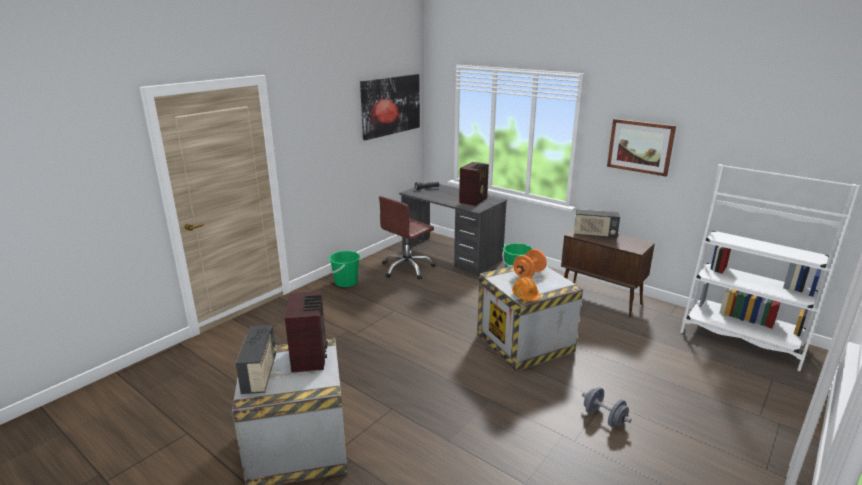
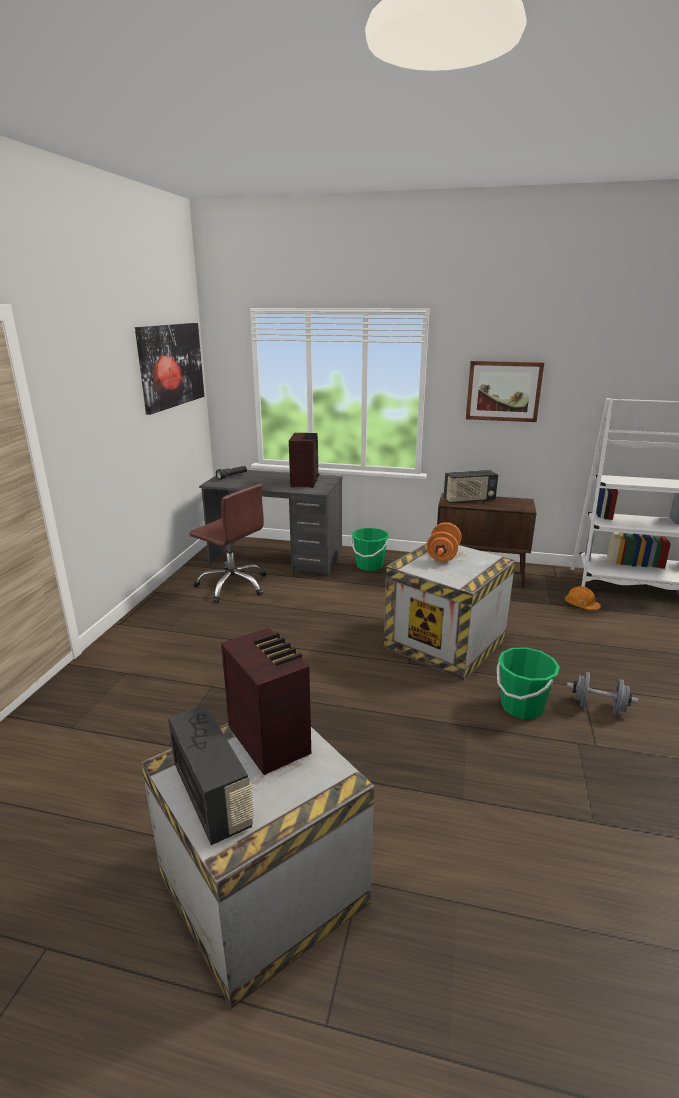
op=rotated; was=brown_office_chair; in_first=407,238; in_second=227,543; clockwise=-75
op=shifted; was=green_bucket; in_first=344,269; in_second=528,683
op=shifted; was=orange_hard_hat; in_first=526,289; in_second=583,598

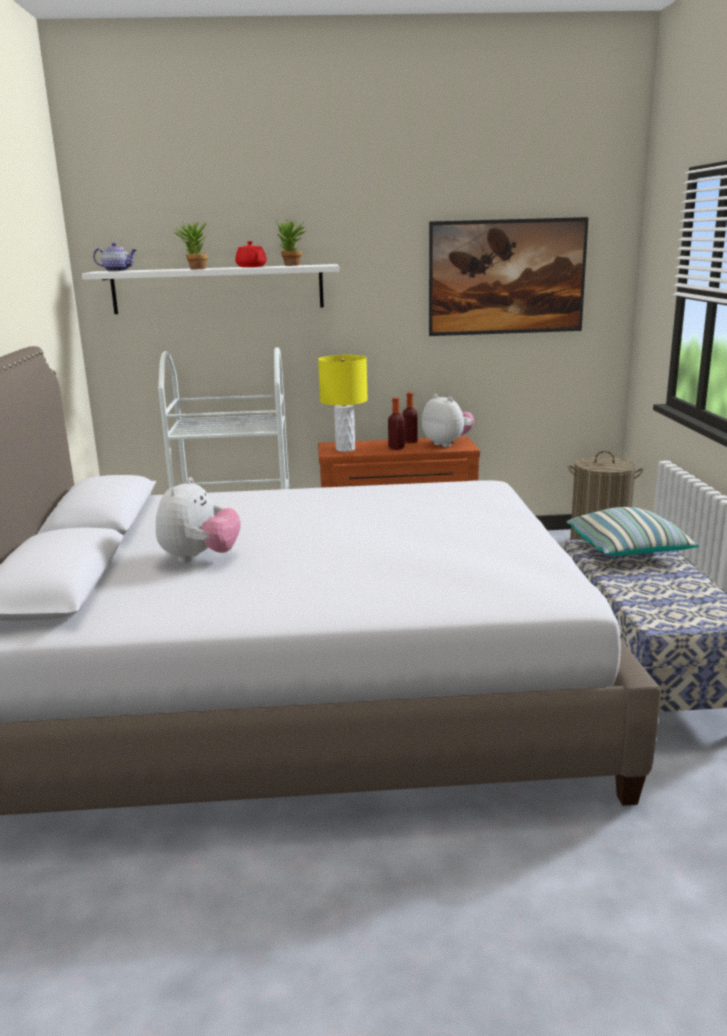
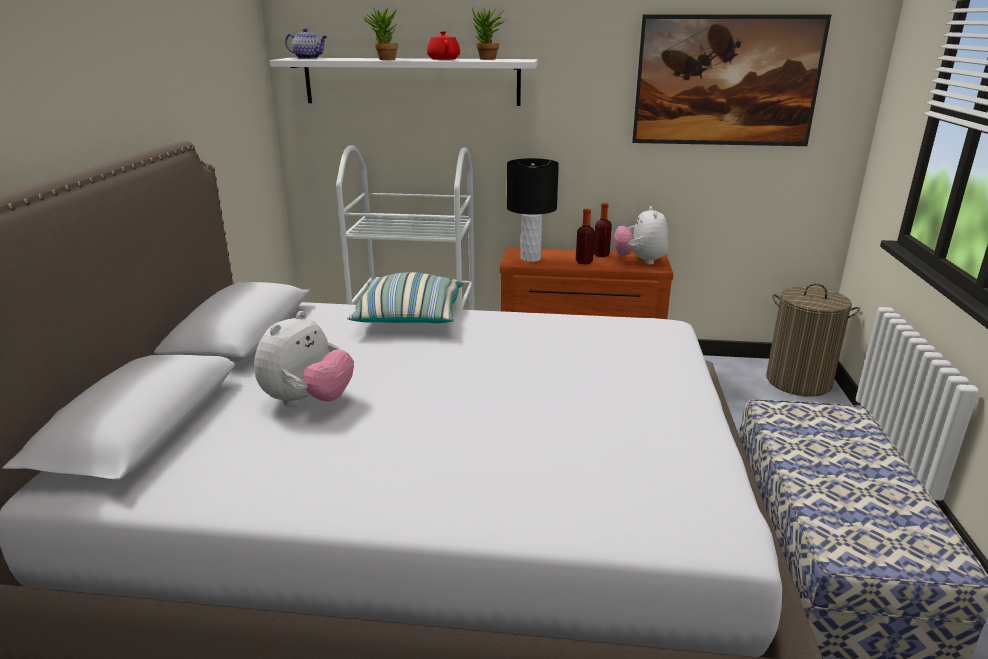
op=repainted; was=yellow_table_lamp; now=black_table_lamp; in_first=343,403; in_second=533,210
op=rotated; was=plush_toy; in_first=448,420; in_second=641,235; clockwise=-150
op=shifted; was=pillow; in_first=633,531; in_second=405,297

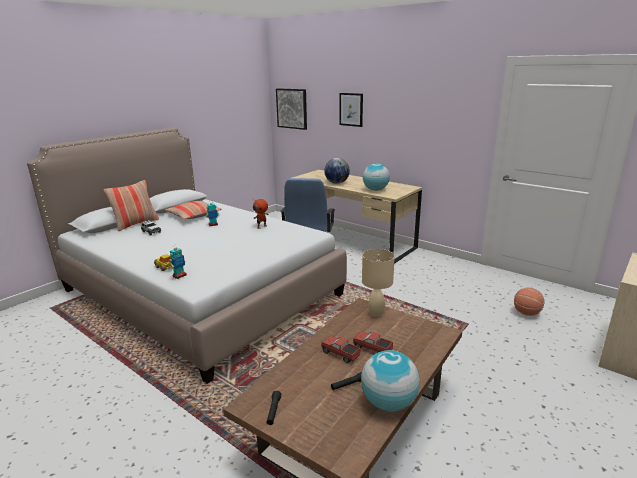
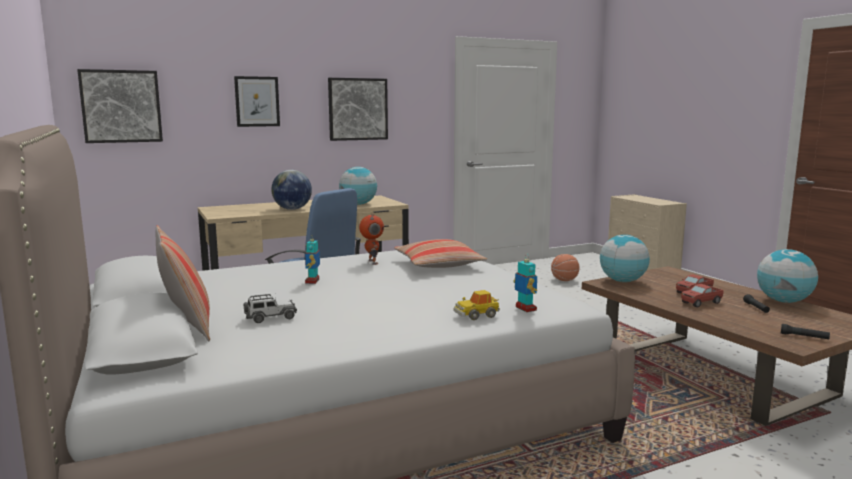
op=shifted; was=pillow; in_first=193,210; in_second=441,253
op=swapped; was=beige_table_lamp; now=globe; in_first=378,283; in_second=625,258
op=new; now=picture; in_second=358,109

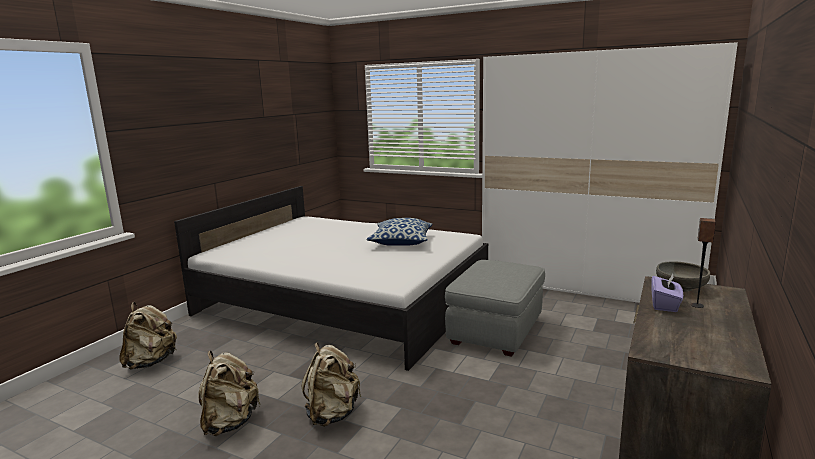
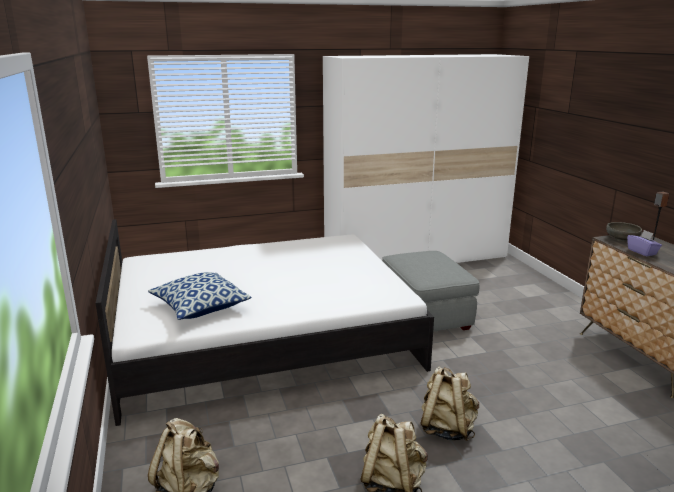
op=shifted; was=pillow; in_first=399,232; in_second=199,296

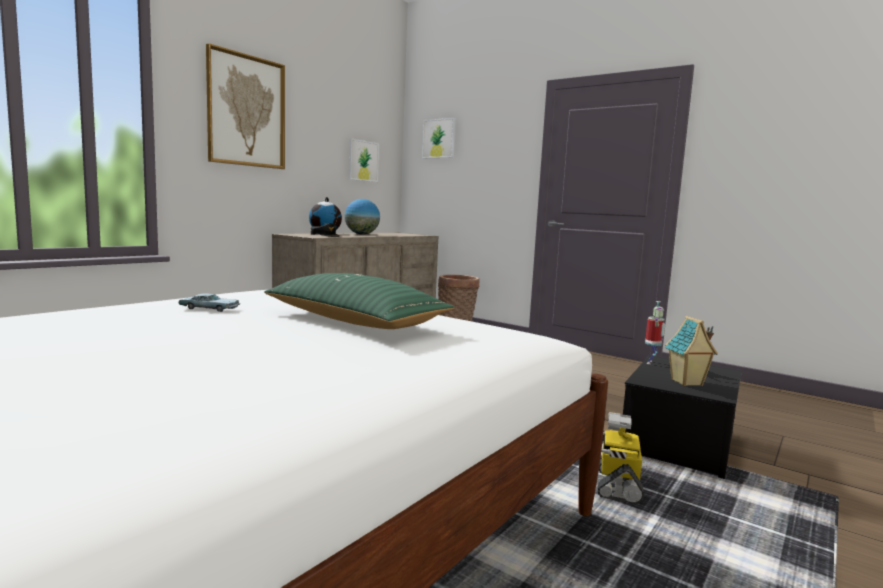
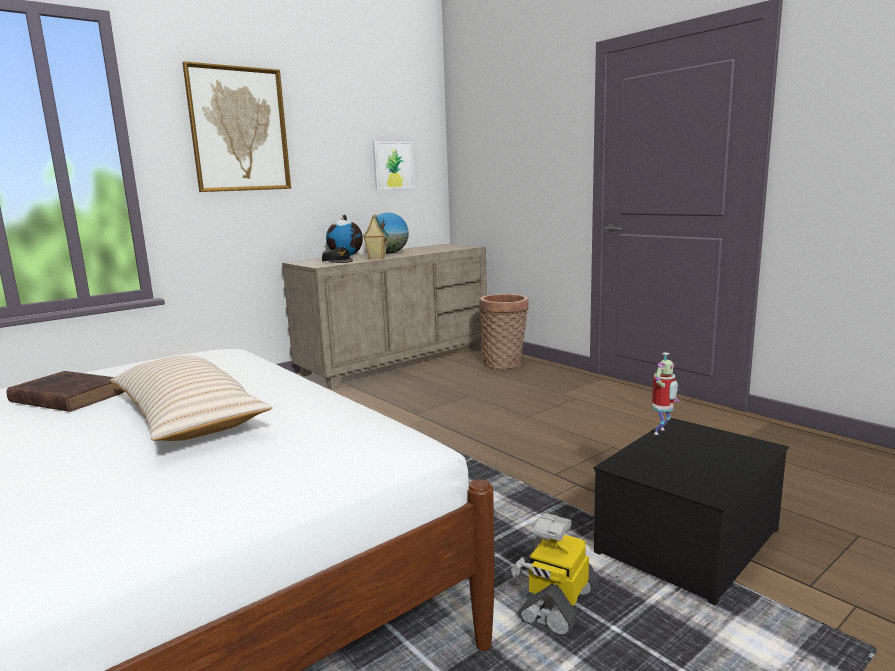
op=gone; was=picture; in_first=438,138
op=repainted; was=green_pillow; now=beige_pillow; in_first=359,301; in_second=191,398
op=swapped; was=blue_toy_car; now=brown_book; in_first=209,302; in_second=65,391
op=shifted; was=toy_house; in_first=691,351; in_second=376,237

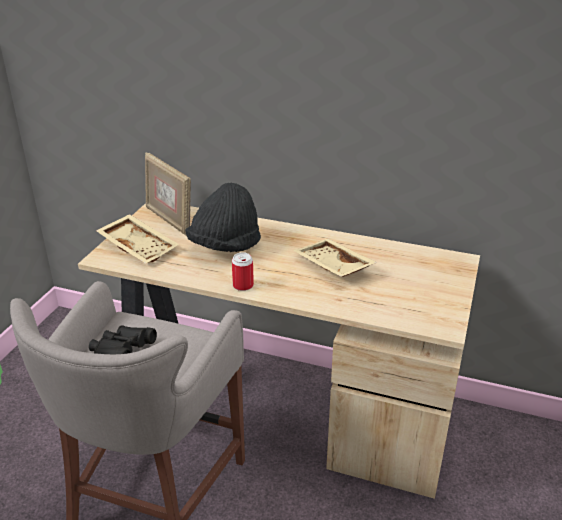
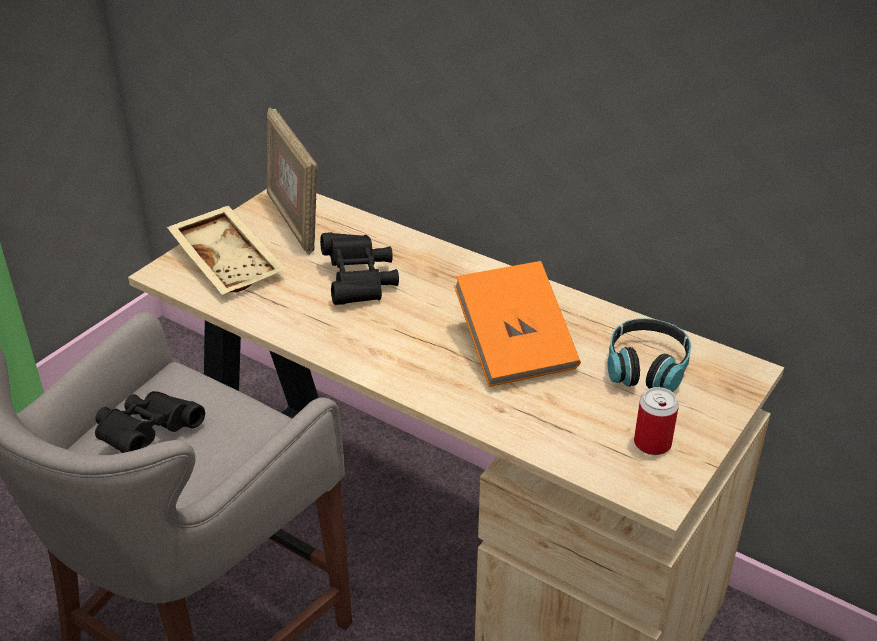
op=swapped; was=black_hat; now=black_binoculars; in_first=223,217; in_second=359,268
op=swapped; was=beige_tray; now=orange_book; in_first=335,258; in_second=517,324
op=shifted; was=can; in_first=243,271; in_second=656,421
op=new; now=headphones; in_second=649,355

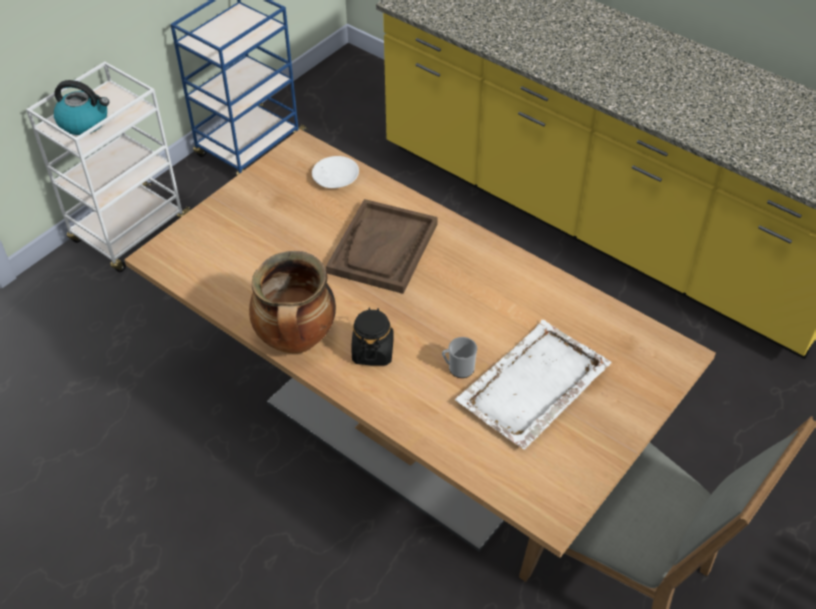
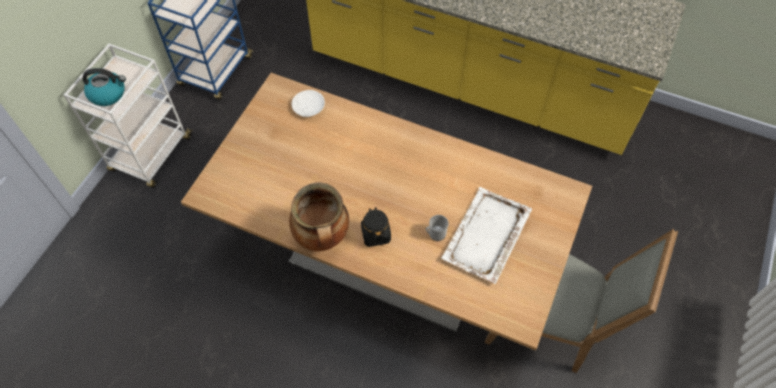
op=gone; was=brown_tray; in_first=382,246

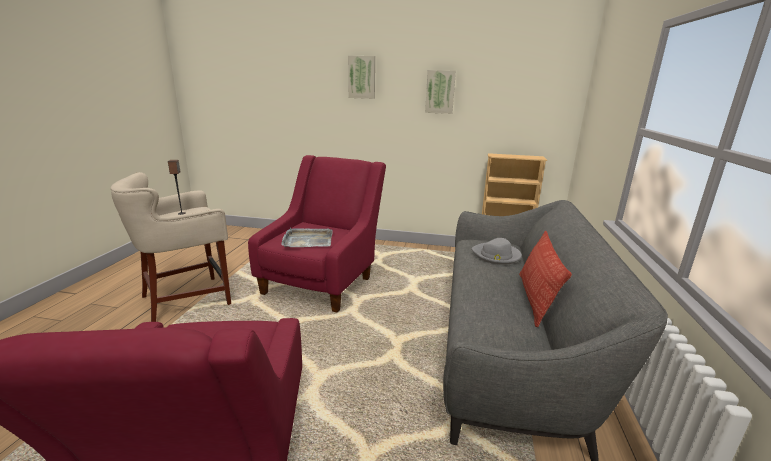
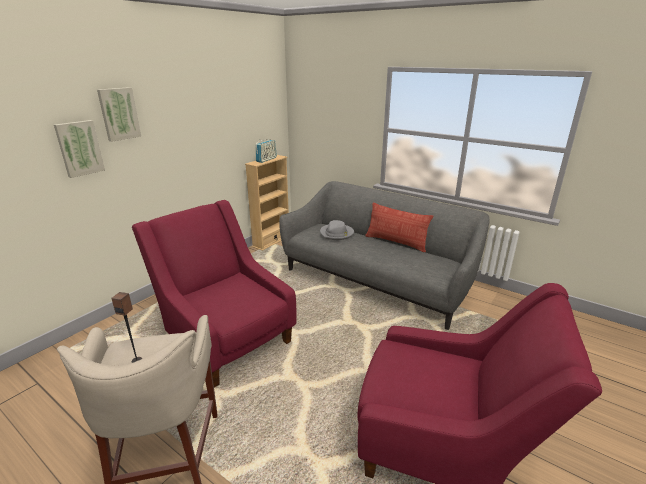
op=shifted; was=picture; in_first=440,92; in_second=79,149
op=gone; was=grey_tray; in_first=307,237
op=new; now=radio; in_second=266,151

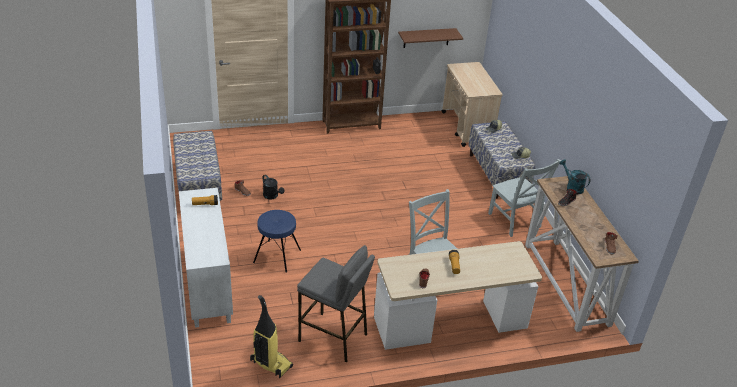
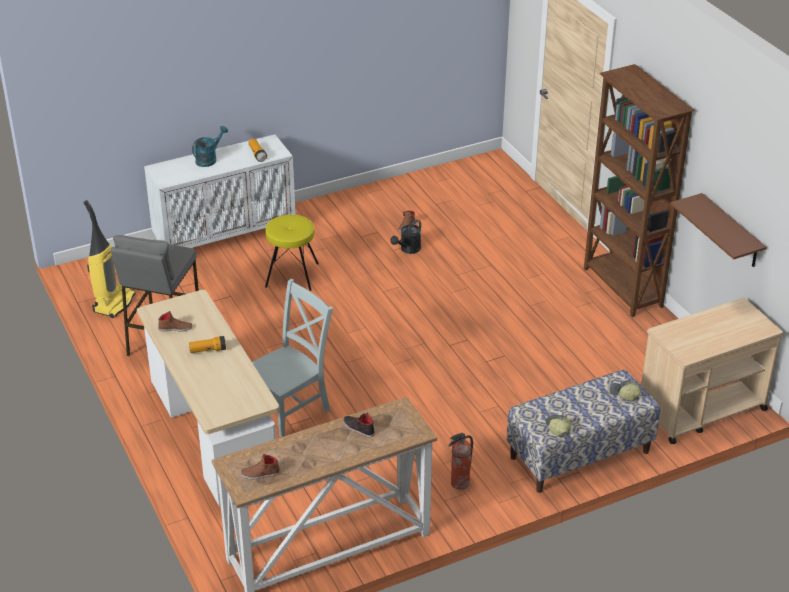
op=gone; was=bench; in_first=197,166
op=swapped; was=grey_chair; now=fire_extinguisher; in_first=524,198; in_second=460,461
op=shifted; was=turquoise_watering_can; in_first=574,176; in_second=210,146
op=repainted; was=blue_stool; now=yellow_stool; in_first=277,241; in_second=292,253

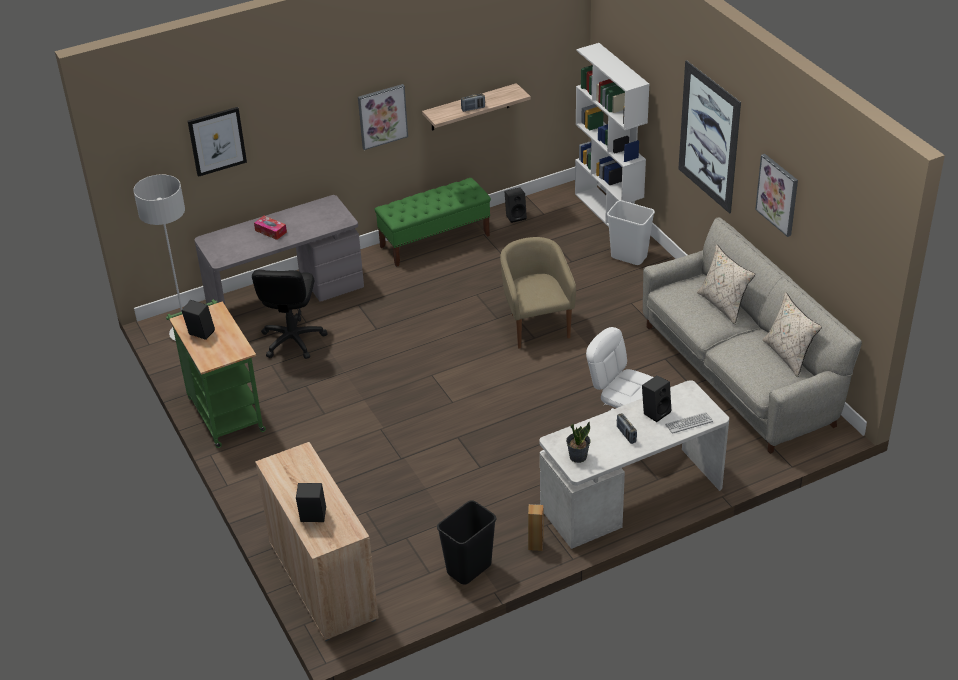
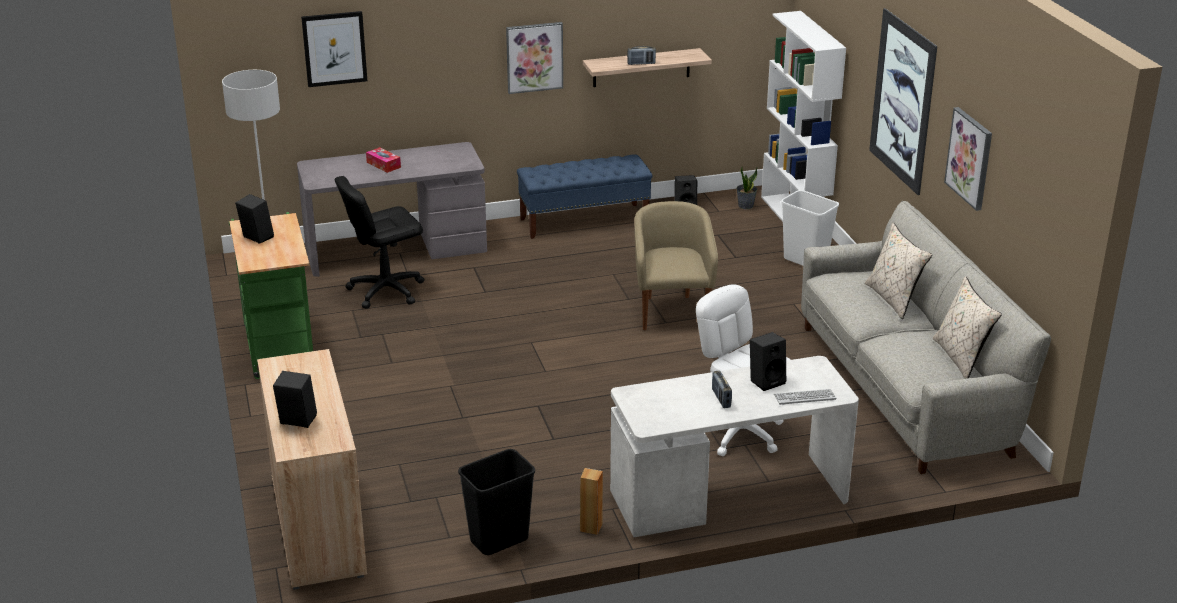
op=repainted; was=green_bench; now=blue_bench; in_first=432,222; in_second=584,196
op=rotated; was=black_office_chair; in_first=289,314; in_second=379,242; clockwise=45
op=shifted; was=potted_plant; in_first=578,442; in_second=747,187

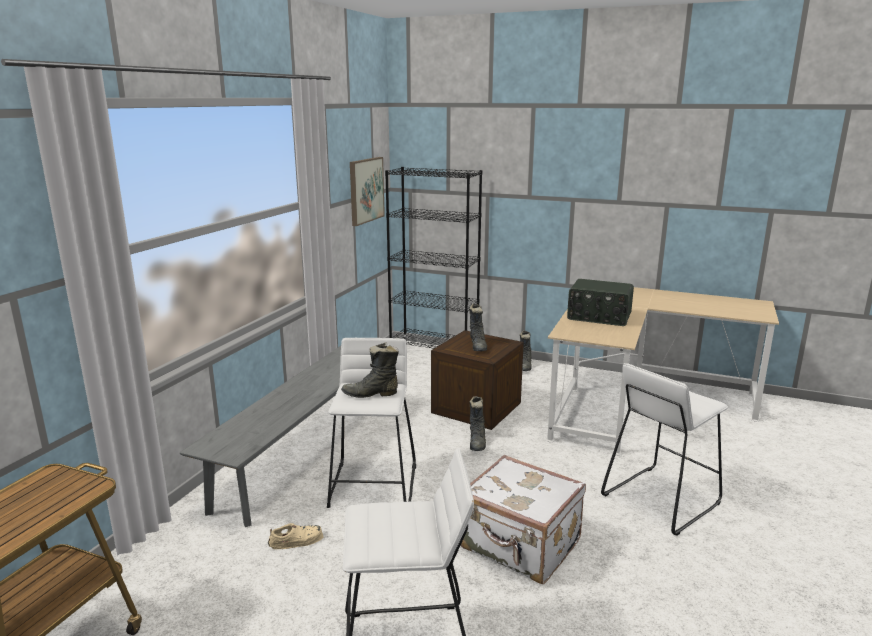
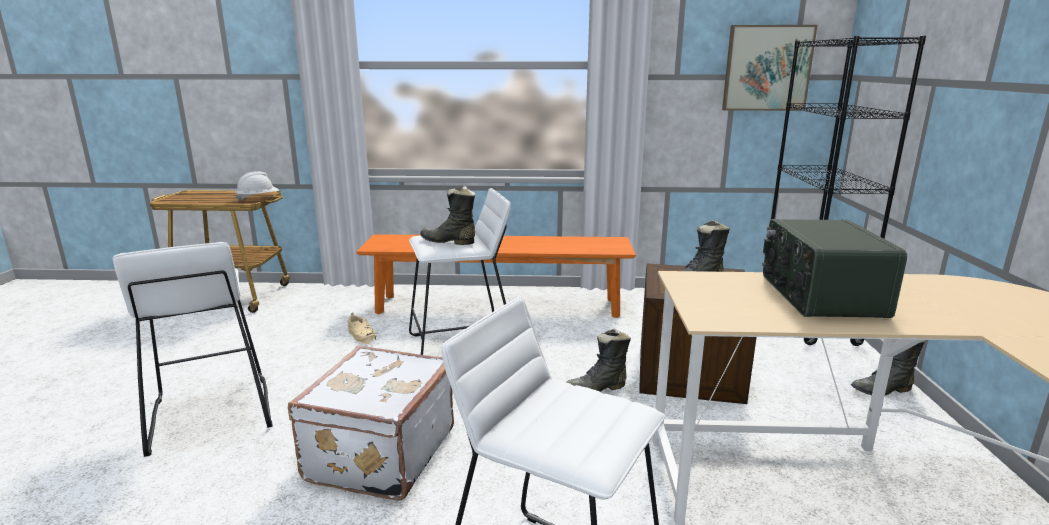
op=rotated; was=black_boot; in_first=370,370; in_second=448,215; clockwise=-45
op=repainted; was=grey_bench; now=orange_bench; in_first=260,436; in_second=496,276
op=new; now=white_hard_hat; in_second=257,186

